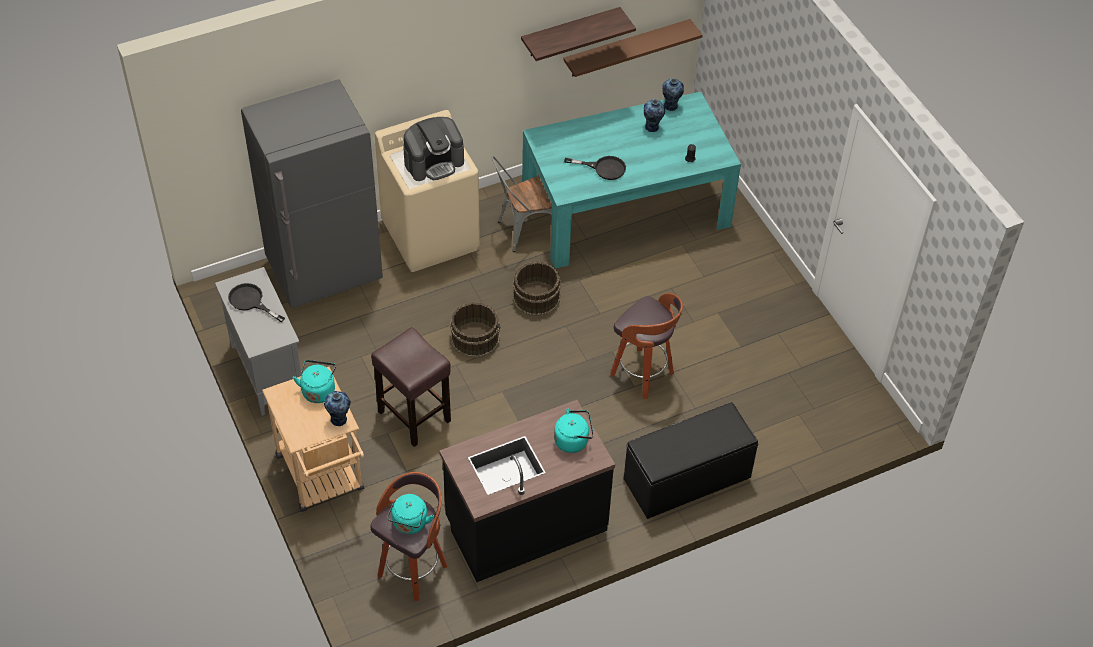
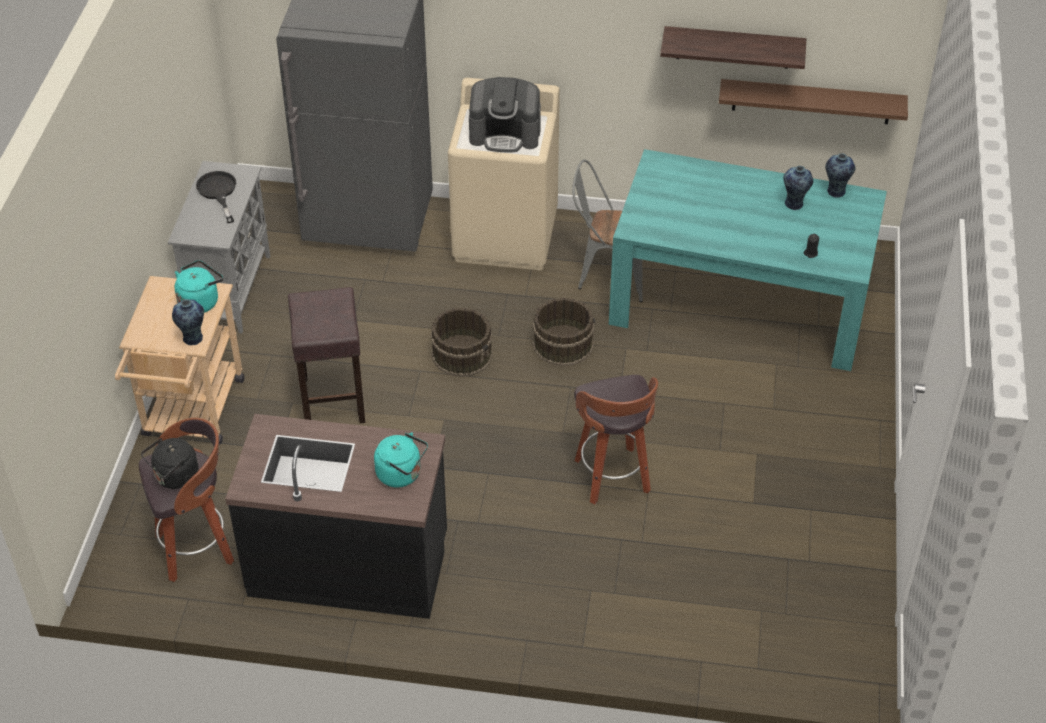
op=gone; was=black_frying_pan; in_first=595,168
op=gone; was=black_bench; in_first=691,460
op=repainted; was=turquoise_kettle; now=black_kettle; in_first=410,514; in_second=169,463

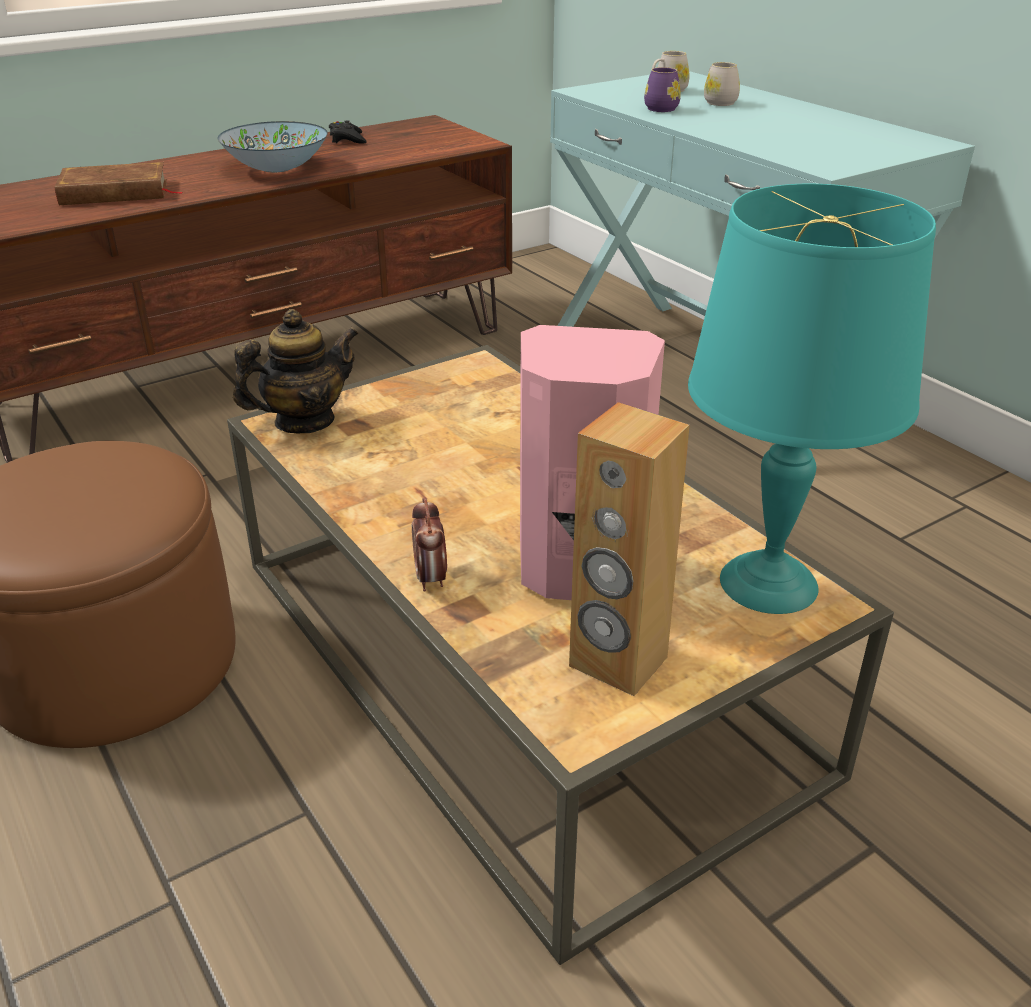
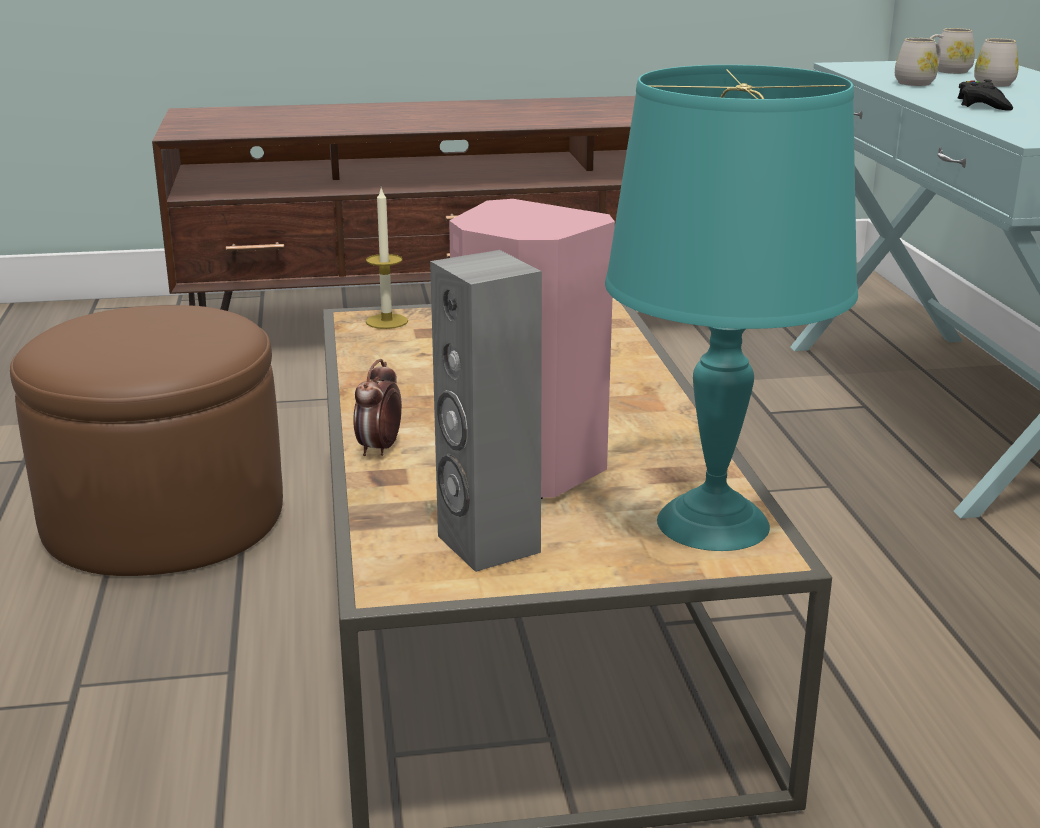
op=repainted; was=purple_mug; now=white_mug; in_first=662,89; in_second=918,62
op=shifted; was=black_game_controller; in_first=348,132; in_second=985,95
op=gone; was=bowl; in_first=272,147
op=gone; was=brown_book; in_first=118,183
op=swapped; was=teapot; now=candle; in_first=296,371; in_second=387,259
op=repainted; was=brown_speaker; now=grey_speaker; in_first=629,549; in_second=486,411

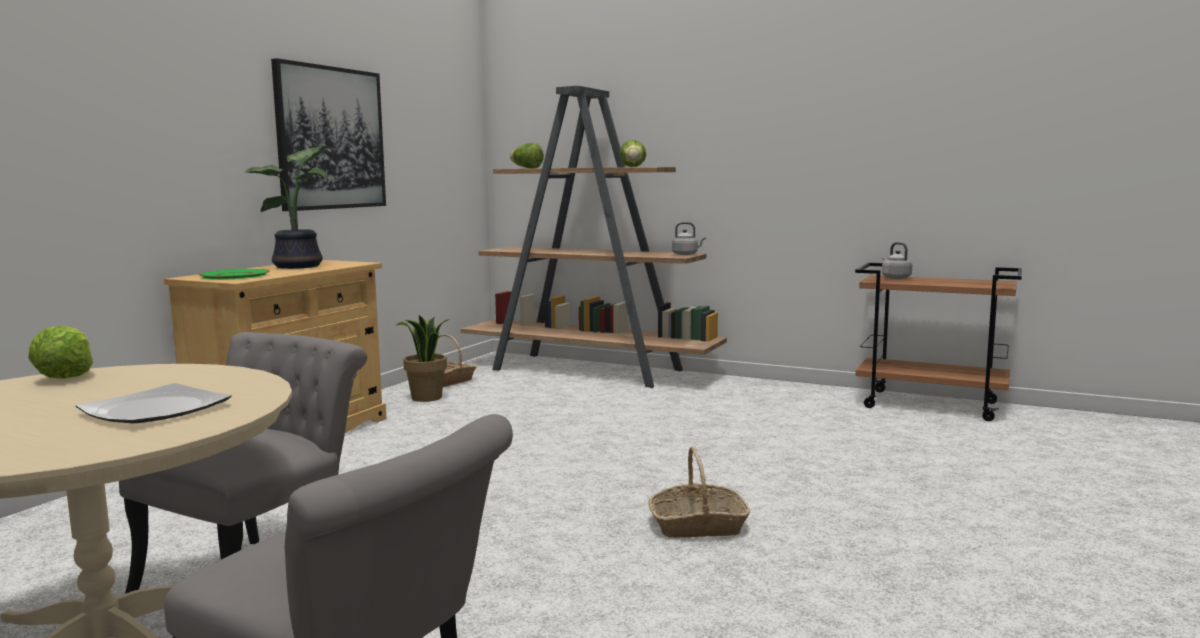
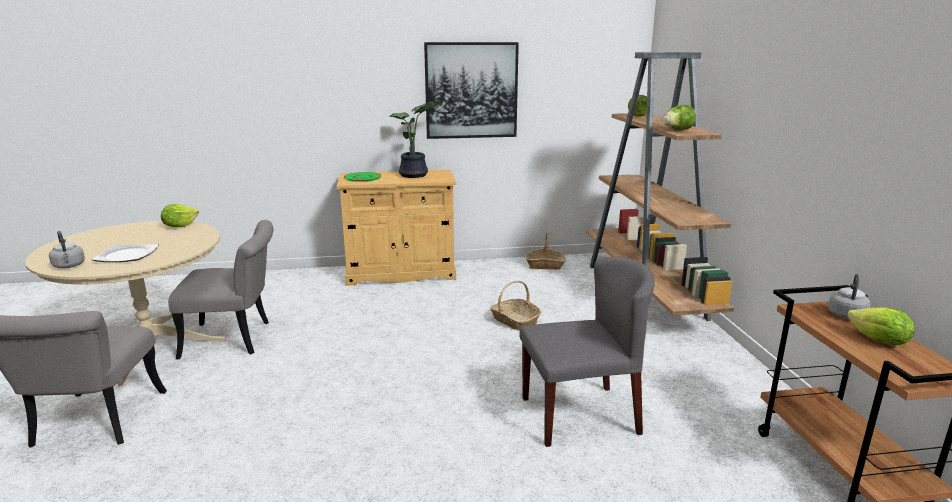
op=shifted; was=grey_kettle; in_first=689,238; in_second=67,249
op=gone; was=potted_plant; in_first=423,358
op=shifted; was=basket; in_first=699,492; in_second=516,306
op=new; now=grey_chair; in_second=587,352
op=new; now=lettuce; in_second=880,326

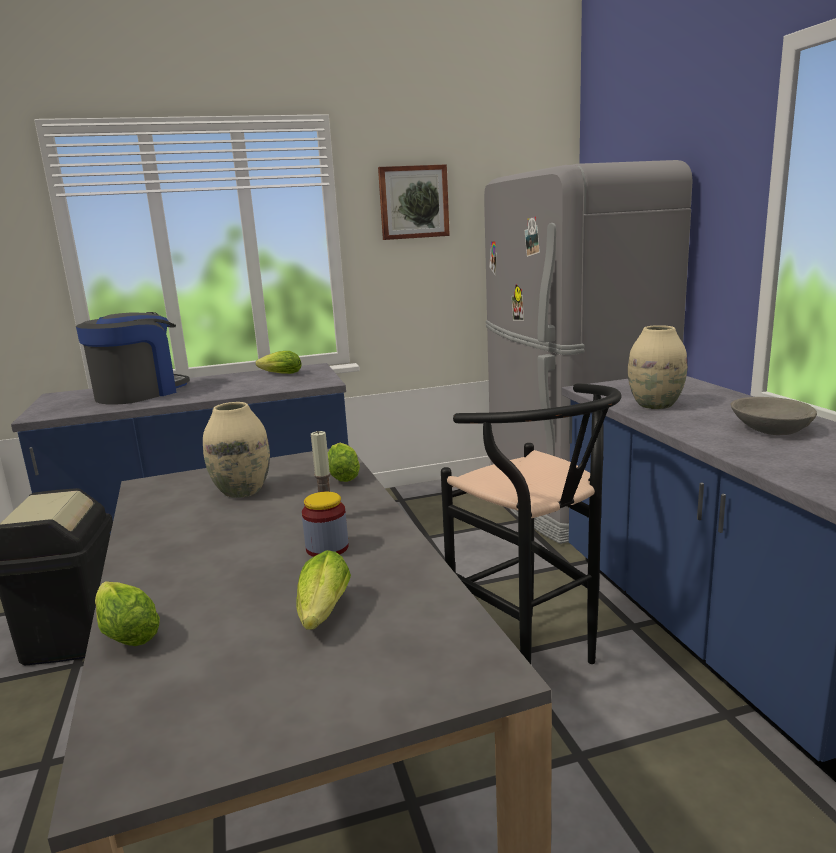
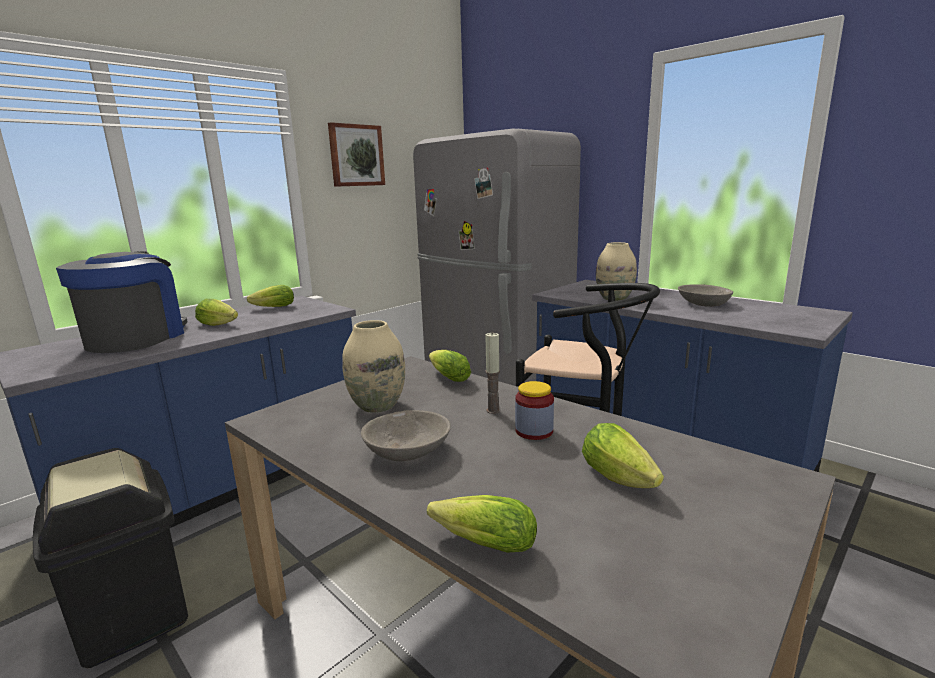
op=new; now=lettuce; in_second=216,312
op=new; now=grey_bowl; in_second=406,435

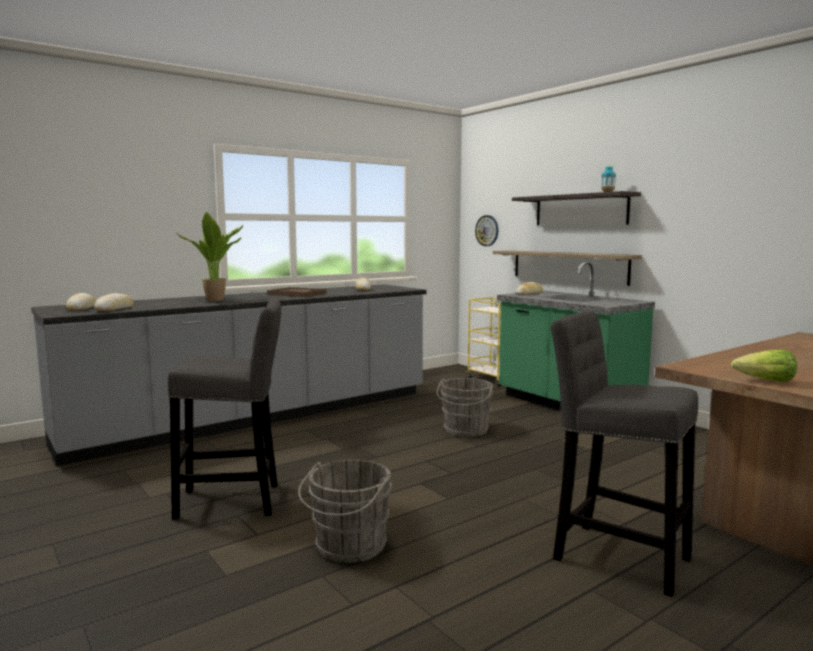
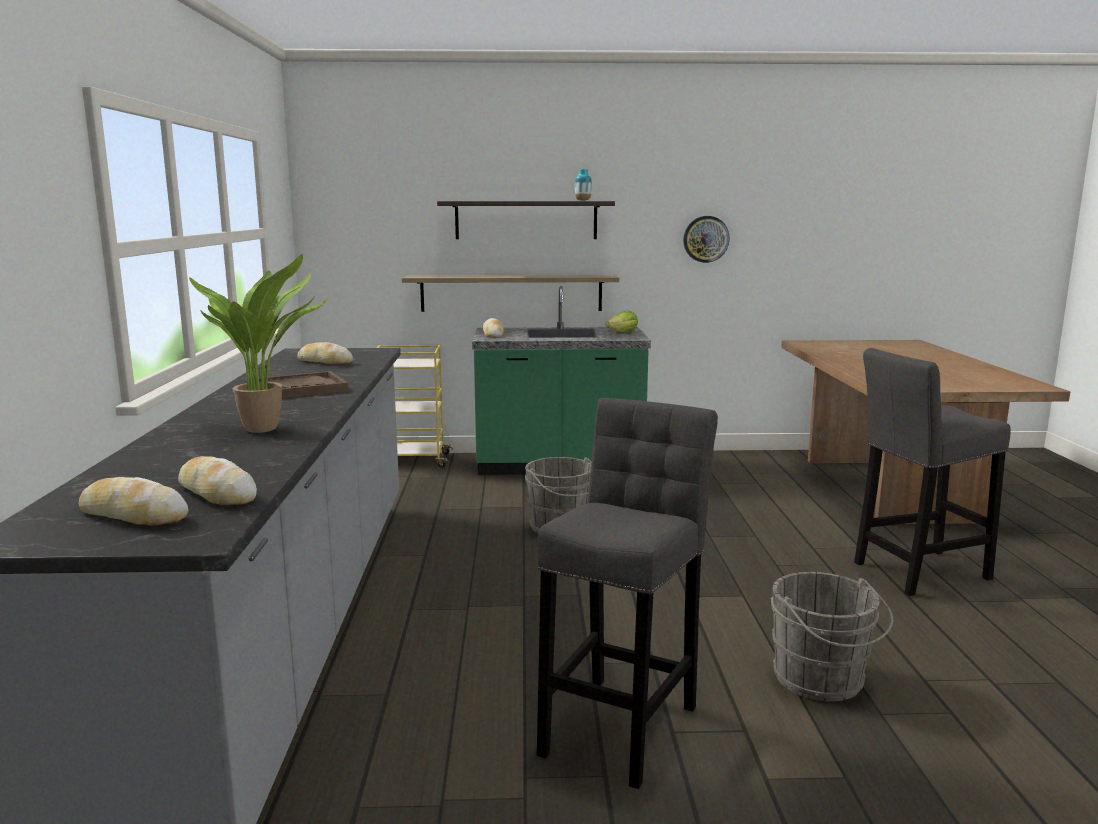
op=shifted; was=wall_clock; in_first=486,230; in_second=706,239
op=shifted; was=lettuce; in_first=764,365; in_second=622,321

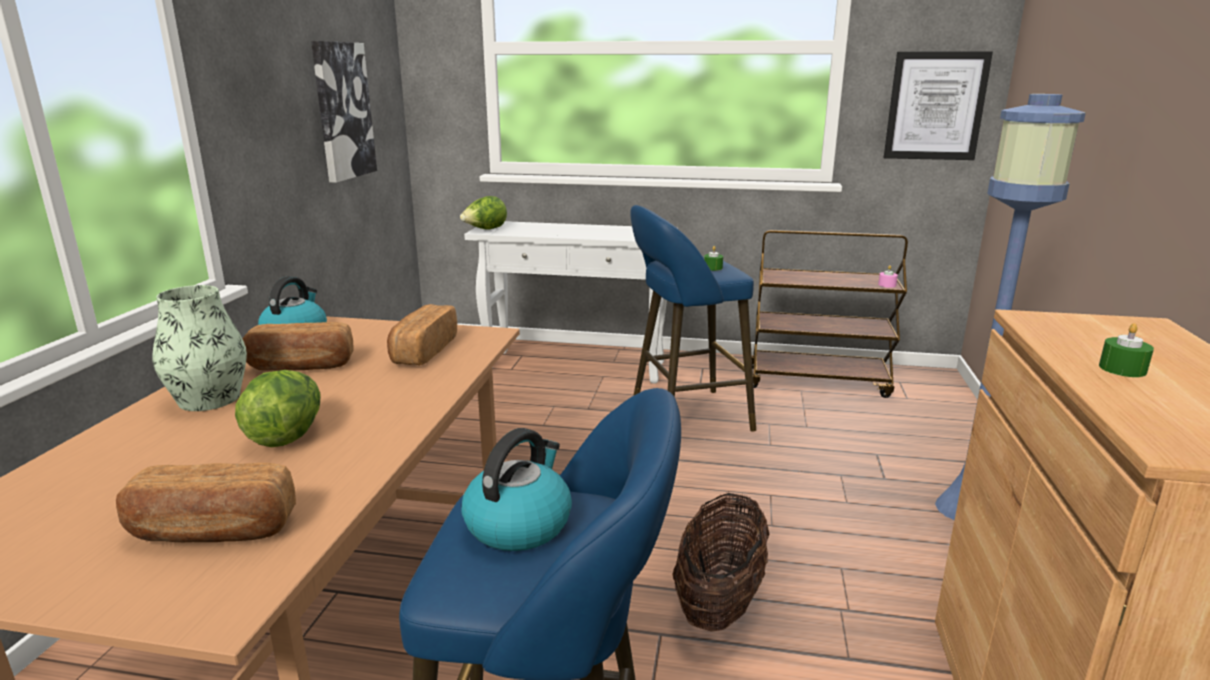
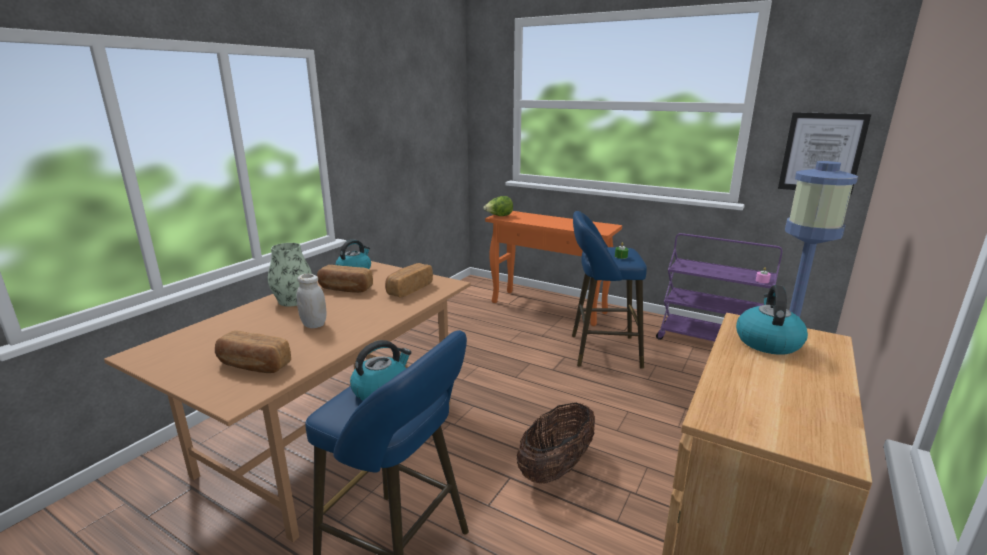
op=gone; was=picture; in_first=344,112
op=repainted; was=white_console_table; now=orange_console_table; in_first=565,302; in_second=553,268
op=repainted; was=brown_cart; now=purple_cart; in_first=830,314; in_second=719,287
op=gone; was=green_candle; in_first=1126,350
op=swapped; was=lettuce; now=white_jar; in_first=278,408; in_second=312,301
op=new; now=kettle; in_second=772,320

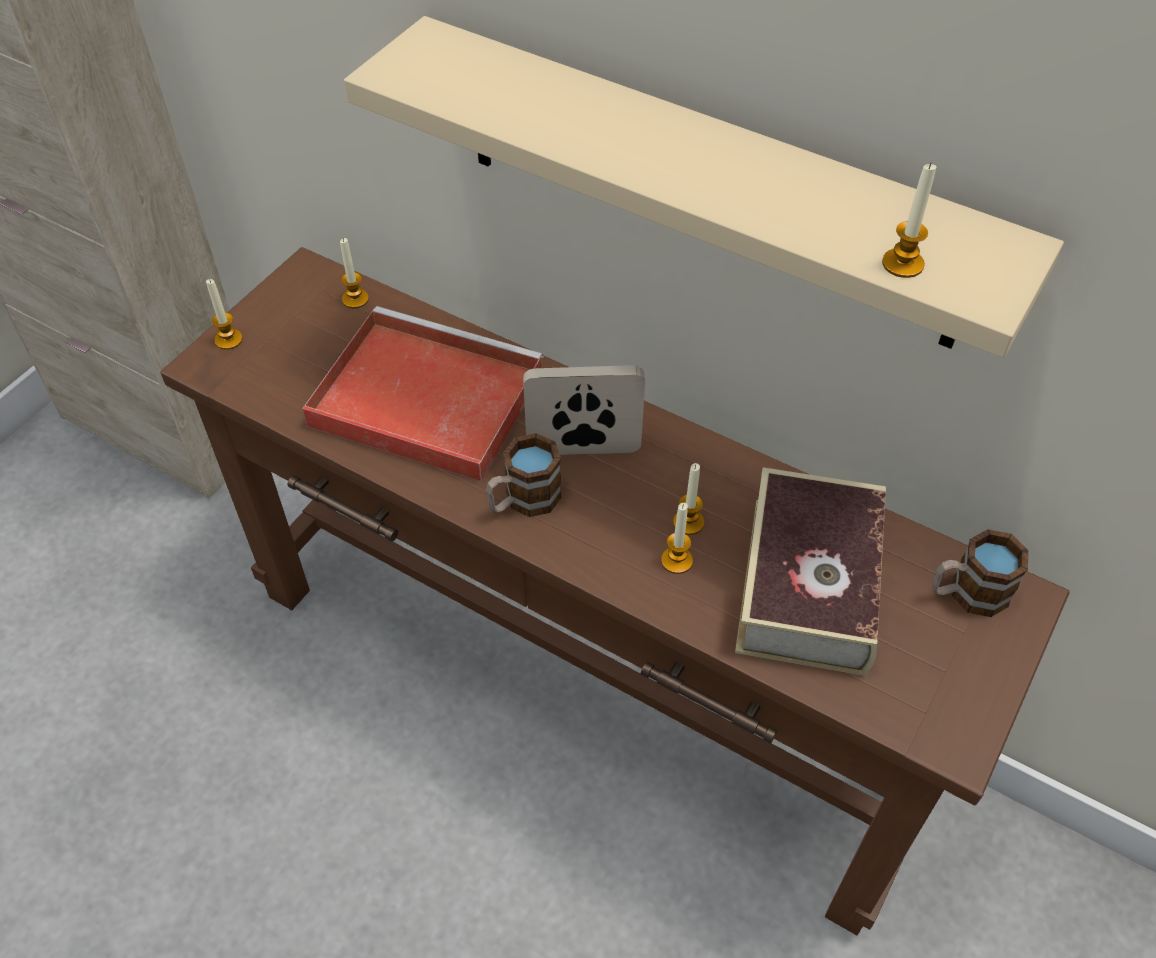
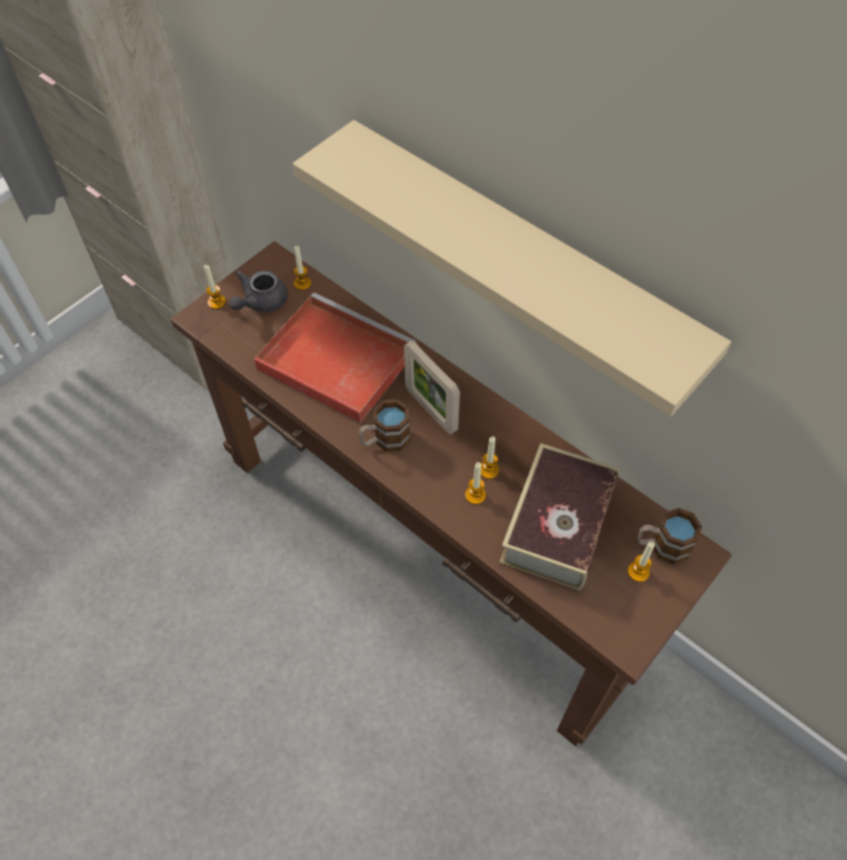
op=shifted; was=candle; in_first=909,220; in_second=641,562
op=rotated; was=picture_frame; in_first=584,410; in_second=432,388; clockwise=-135
op=new; now=grey_teapot; in_second=258,291

